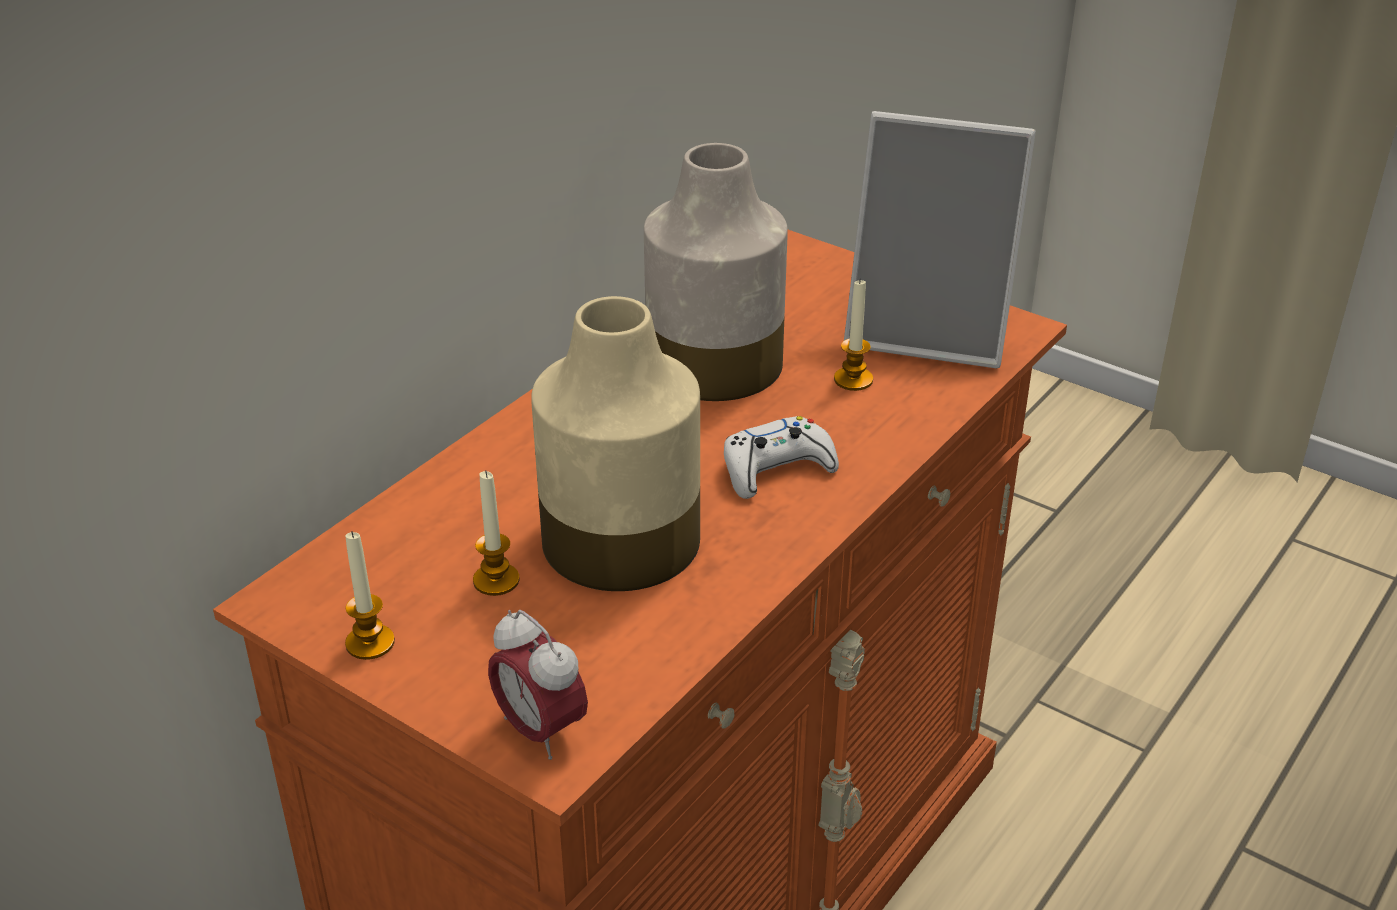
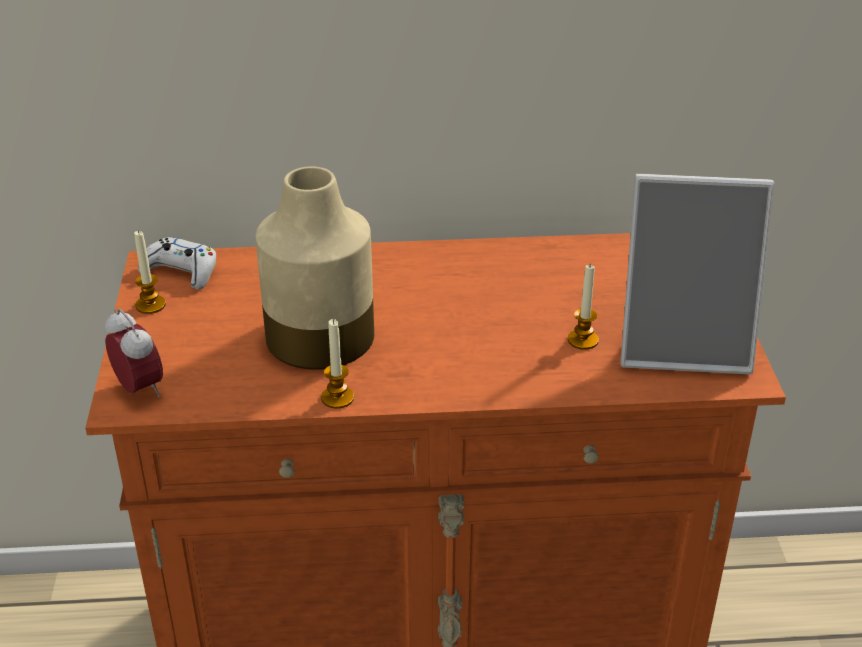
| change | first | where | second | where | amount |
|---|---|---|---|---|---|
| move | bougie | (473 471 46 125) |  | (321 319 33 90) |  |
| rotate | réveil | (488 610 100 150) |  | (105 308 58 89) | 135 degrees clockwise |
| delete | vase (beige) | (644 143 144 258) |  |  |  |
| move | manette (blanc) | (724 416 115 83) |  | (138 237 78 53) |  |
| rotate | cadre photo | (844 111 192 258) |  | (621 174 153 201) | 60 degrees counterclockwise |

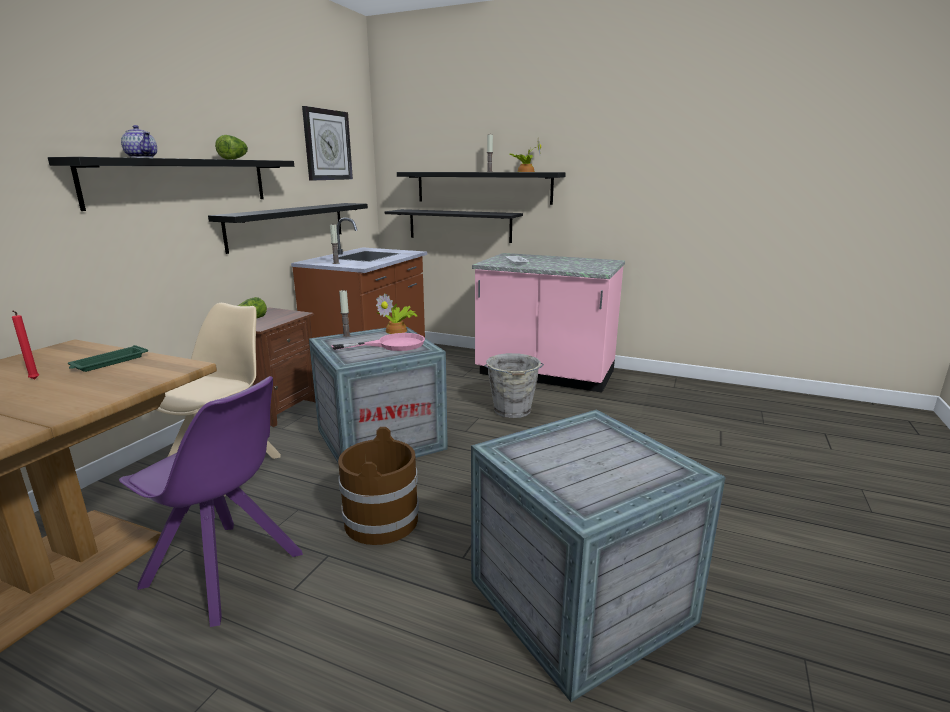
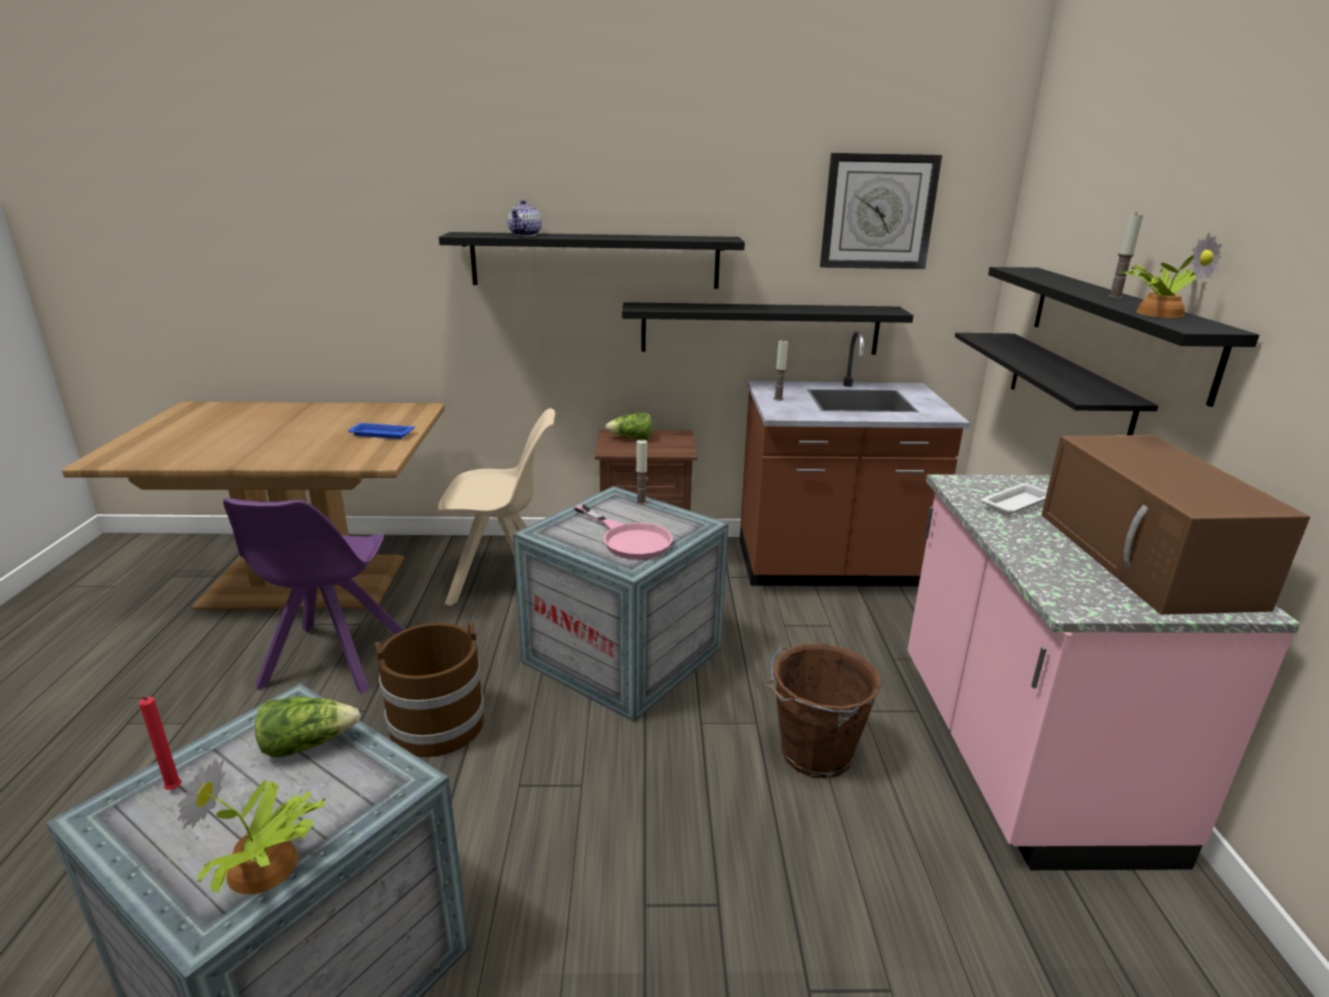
| change | first | where | second | where | amount |
|---|---|---|---|---|---|
| move | bougie (rouge) | (12 310 27 69) |  | (128 696 53 94) |  |
| recolor | plateau (vert) | (68 345 80 27) | plateau (bleu) | (348 423 67 16) |  |
| move | laitue | (215 135 33 25) |  | (255 697 106 60) |  |
| move | plante en pot | (376 293 42 41) |  | (177 759 149 135) |  |
| recolor | seau (gris) | (484 353 60 65) | seau (marron) | (767 644 115 135) |  |
| insert |  |  | micro-ondes (marron) | (1041 435 269 180) |  |

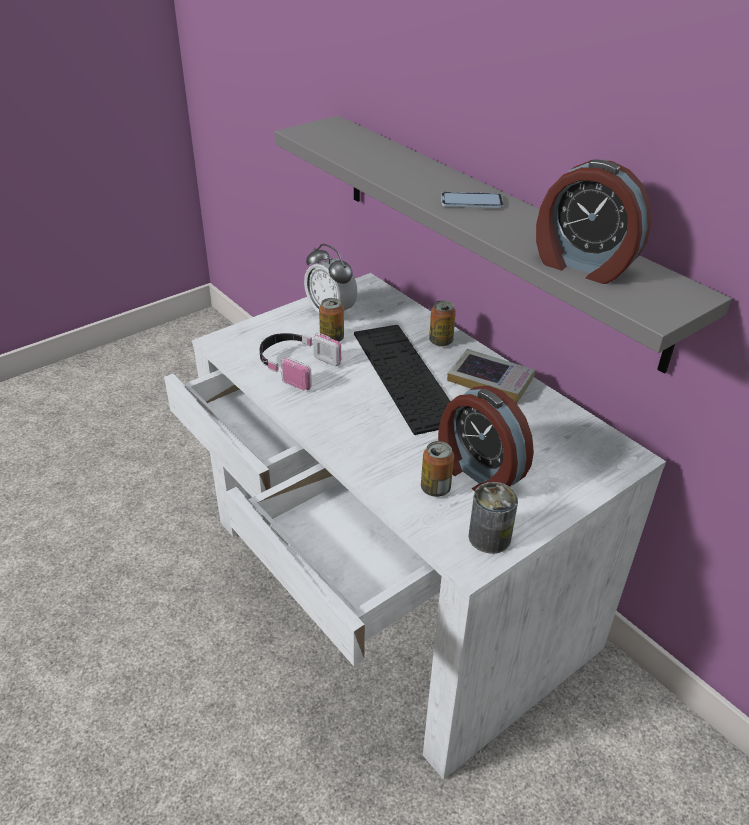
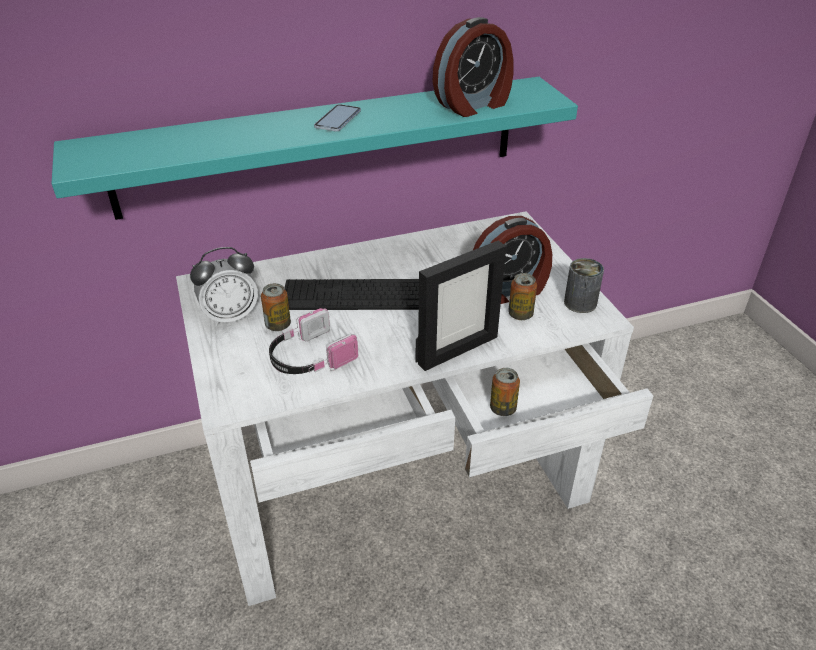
| change | first | where | second | where | amount |
|---|---|---|---|---|---|
| recolor | étagère (gris) | (274 115 458 259) | étagère (turquoise) | (52 77 526 143) |  |
| move | boîte métallique | (429 300 27 47) |  | (490 368 30 48) |  |
| delete | livre | (447 349 88 55) |  |  |  |
| insert |  |  | cadre photo | (416 240 90 131) |  |

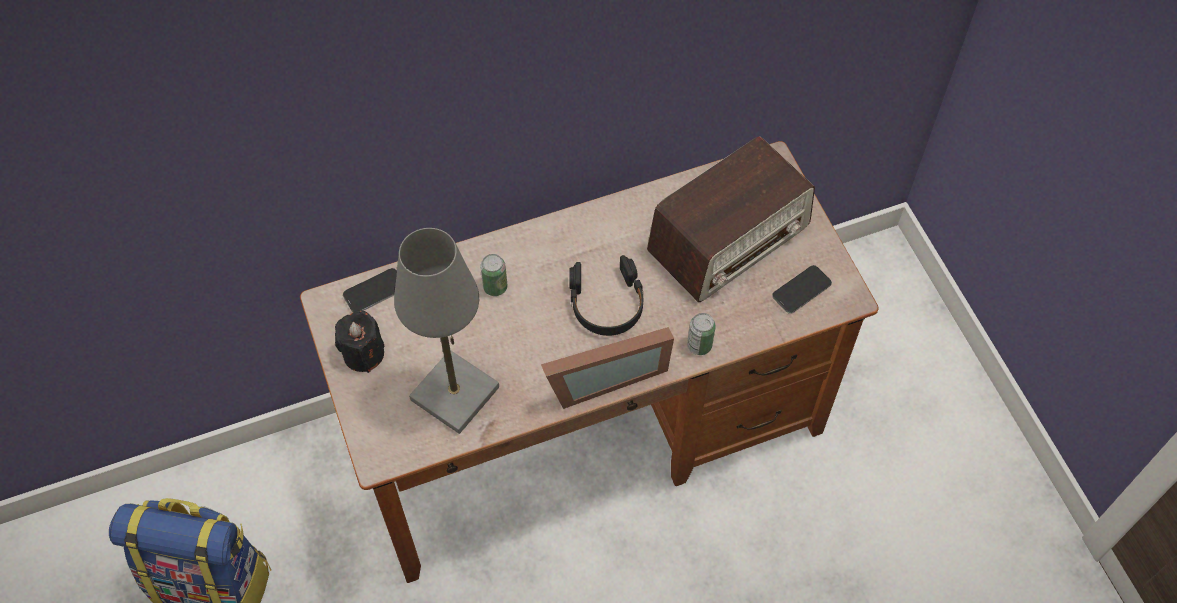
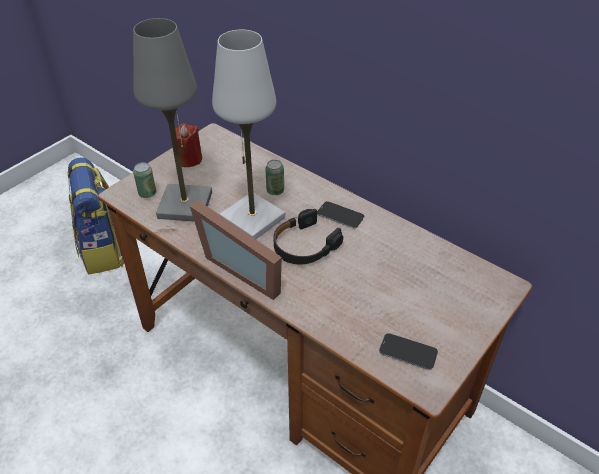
| change | first | where | second | where | amount |
|---|---|---|---|---|---|
| recolor | bougie (noir) | (335 310 49 63) | bougie (rouge) | (175 123 27 44) |  |
| move | téléphone | (343 268 54 44) |  | (317 201 47 27) |  |
| delete | radio | (647 136 168 166) |  |  |  |
| move | boîte métallique | (687 313 29 42) |  | (133 162 23 36) |  |
| insert |  |  | lampe de table (blanc) | (212 29 73 210) |  |

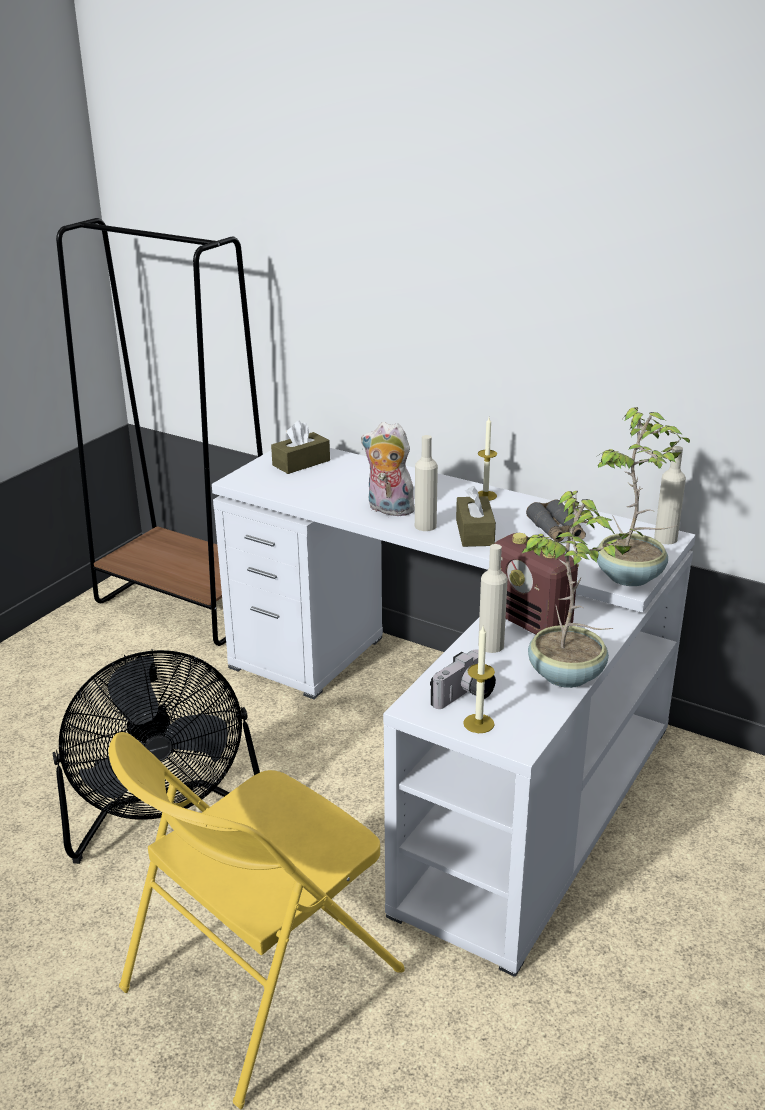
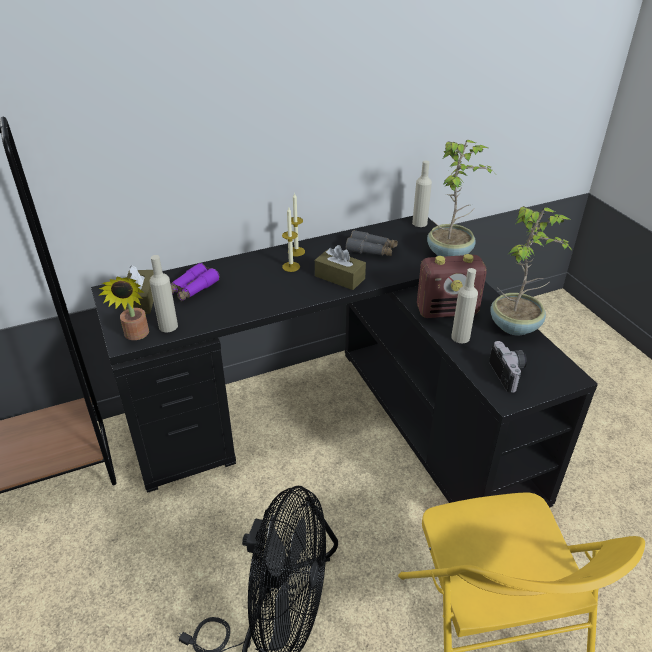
| change | first | where | second | where | amount |
|---|---|---|---|---|---|
| recolor | bureau (blanc) | (212 448 484 529) | bureau (noir) | (91 216 507 292) |  |
| delete | peluche | (361 422 54 94) |  |  |  |
| move | bouteille (beige) | (415 435 23 96) |  | (149 255 29 77) |  |
| move | bougie | (463 626 32 107) |  | (282 207 18 65) |  |
| insert |  |  | plante en pot | (99 276 50 64) |  |
| insert |  |  | jumelles (violet) | (170 263 50 39) |  |

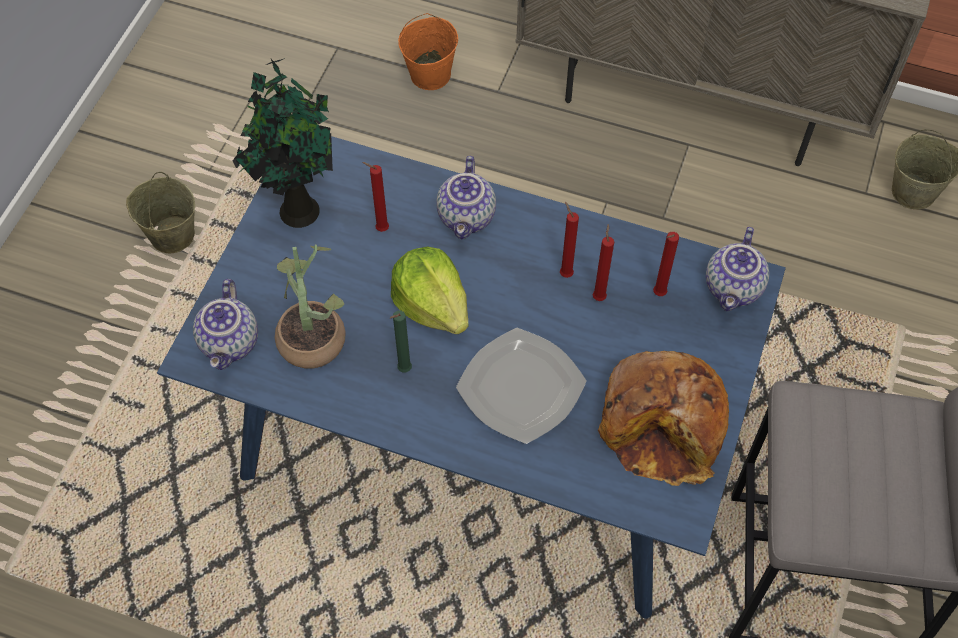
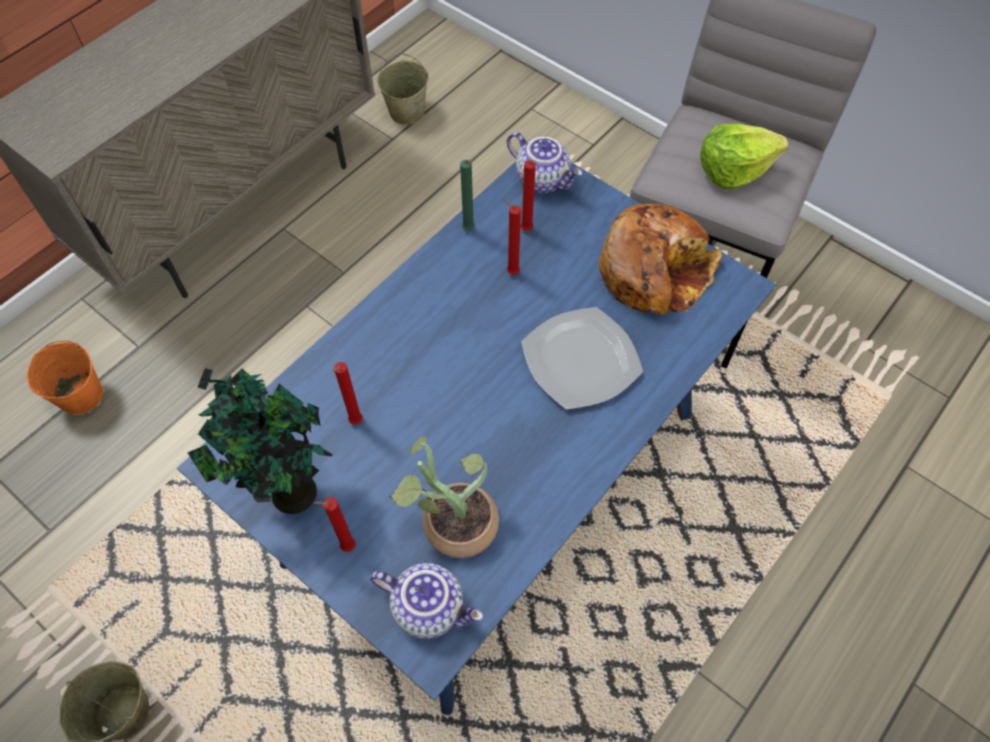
| change | first | where | second | where | amount |
|---|---|---|---|---|---|
| move | bougie (vert) | (390 311 22 62) |  | (460 160 15 71) |  |
| move | laitue | (391 246 77 88) |  | (700 124 88 65) |  |
| delete | théière | (436 156 60 83) |  |  |  |
| move | bougie (rouge) | (560 202 19 76) |  | (313 497 43 55) |  |

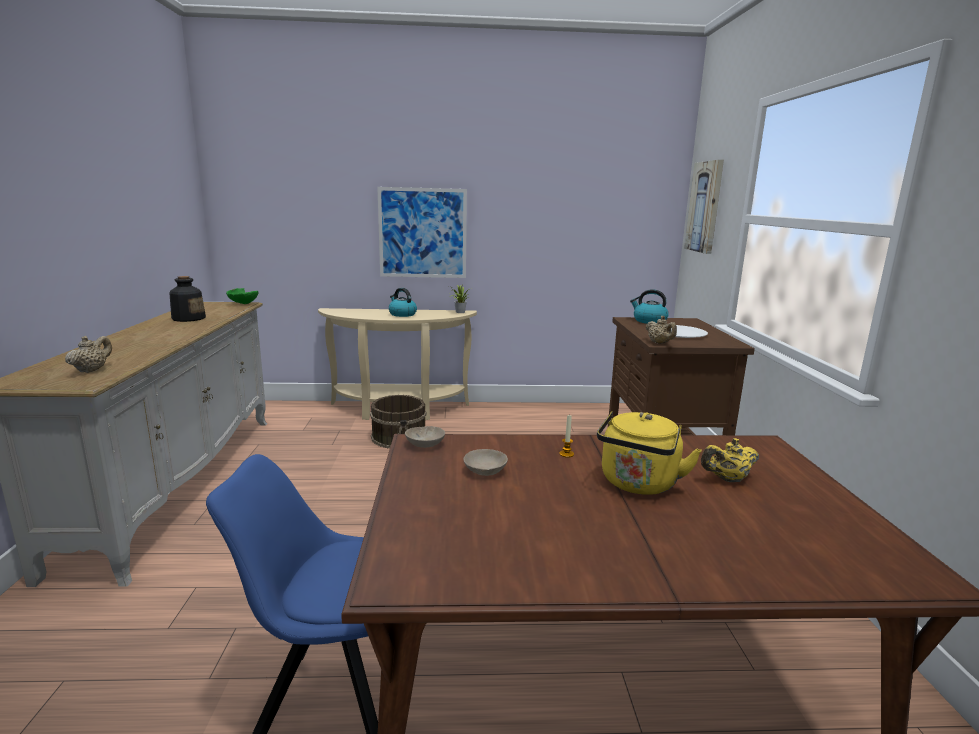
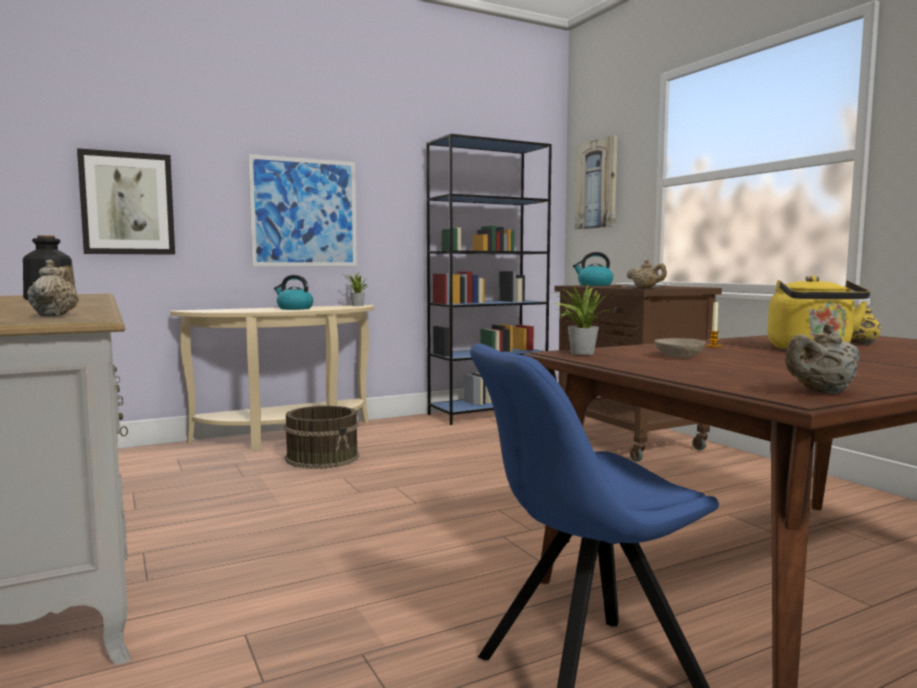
| change | first | where | second | where | amount |
|---|---|---|---|---|---|
| delete | bol (vert) | (226 288 33 16) |  |  |  |
| replace | bol (beige) | (405 426 40 22) | plante en pot | (553 284 56 71) |  |
| insert |  |  | tableau | (77 148 98 107) |  |
| insert |  |  | bibliothèque (bleu) | (426 134 126 291) |  |
| insert |  |  | théière (beige) | (785 323 74 71) |  |

